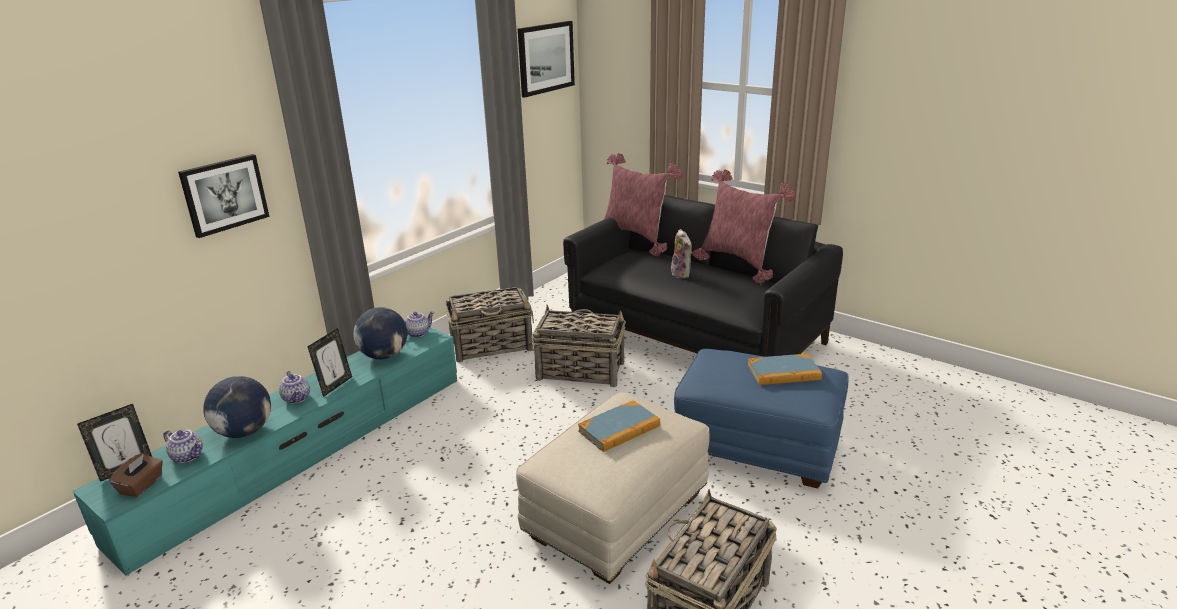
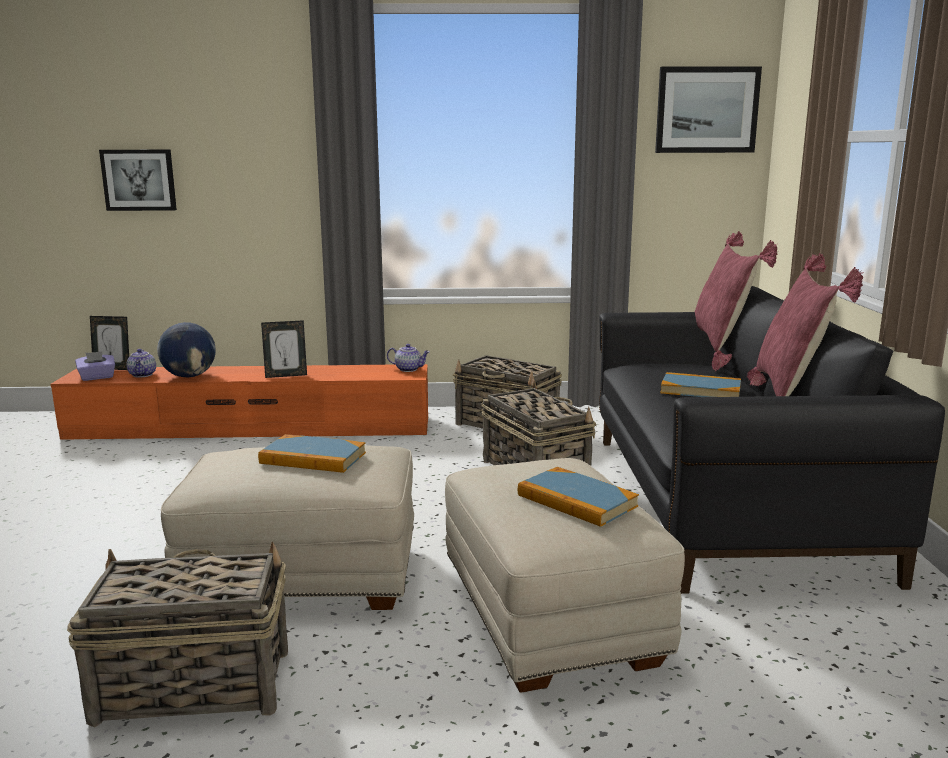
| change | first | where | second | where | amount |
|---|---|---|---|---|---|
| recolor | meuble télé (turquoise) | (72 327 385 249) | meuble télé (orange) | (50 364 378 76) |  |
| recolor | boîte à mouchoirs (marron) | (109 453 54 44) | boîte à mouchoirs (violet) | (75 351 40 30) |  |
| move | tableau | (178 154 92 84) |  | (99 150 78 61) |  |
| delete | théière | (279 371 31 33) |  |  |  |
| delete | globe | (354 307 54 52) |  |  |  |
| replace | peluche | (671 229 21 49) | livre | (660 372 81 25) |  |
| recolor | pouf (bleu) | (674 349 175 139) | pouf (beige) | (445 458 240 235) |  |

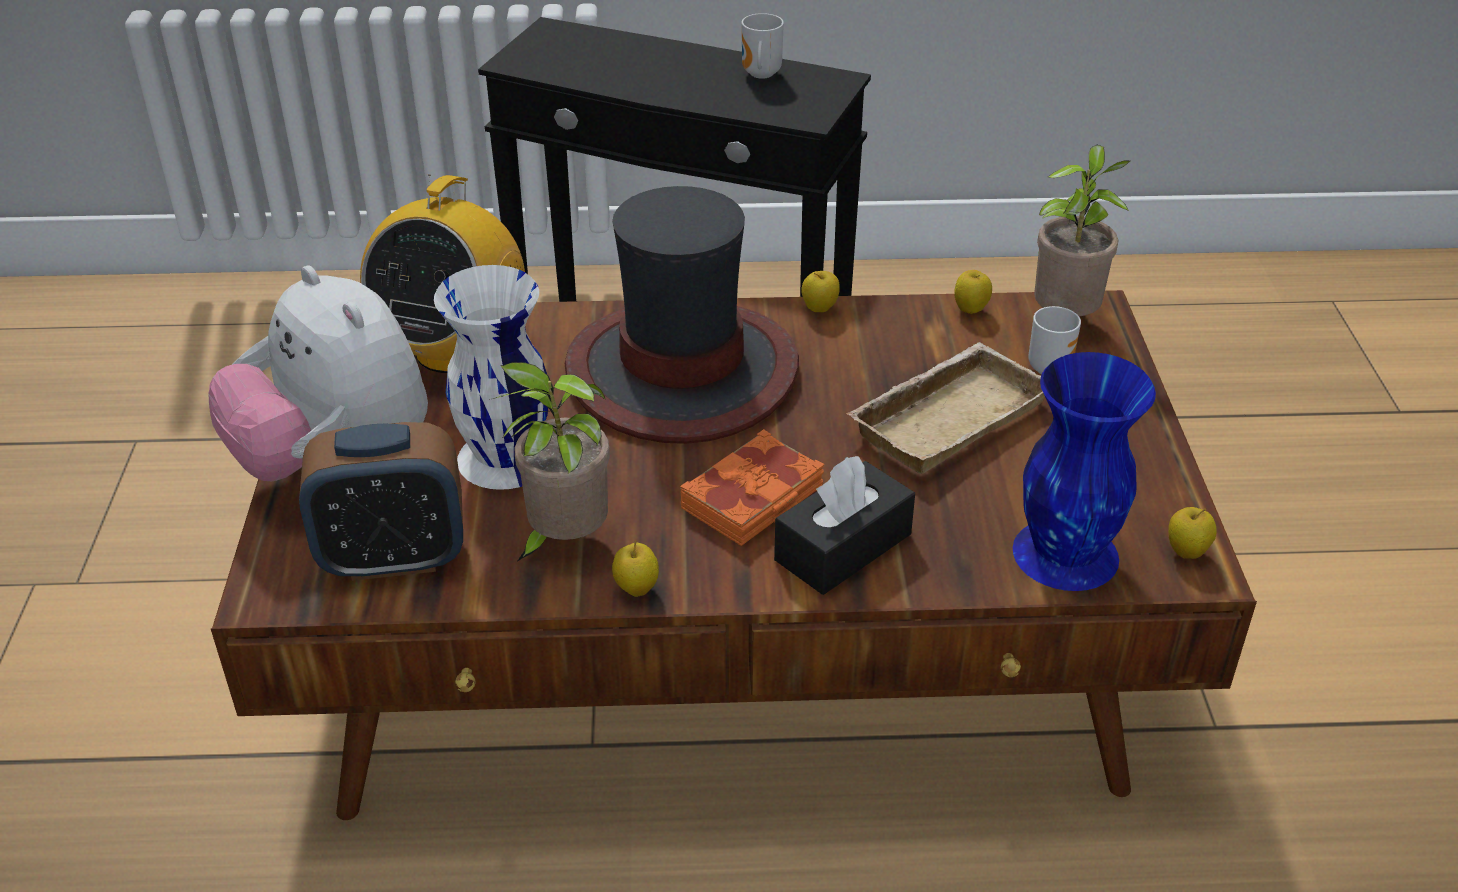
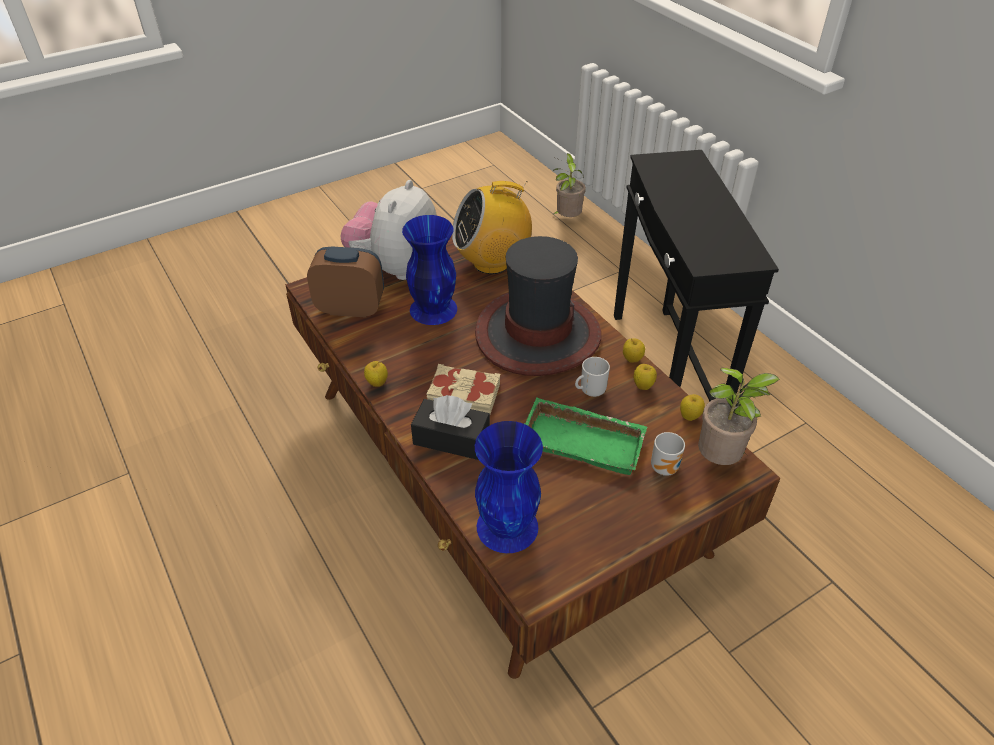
| change | first | where | second | where | amount |
|---|---|---|---|---|---|
| rotate | réveil | (299 422 164 159) |  | (307 247 77 71) | 135 degrees clockwise |
| recolor | vase (blanc) | (434 265 114 225) | vase (bleu) | (402 215 55 110) |  |
| move | plante en pot | (489 362 121 199) |  | (553 153 33 64) |  |
| recolor | livre (orange) | (680 429 144 117) | livre (beige) | (426 364 74 50) |  |
| move | mug | (742 13 42 66) |  | (575 357 35 40) |  |
| recolor | plateau (beige) | (846 342 199 132) | plateau (vert) | (524 397 123 78) |  |
| move | pomme | (1168 507 49 52) |  | (634 364 23 26) |  |

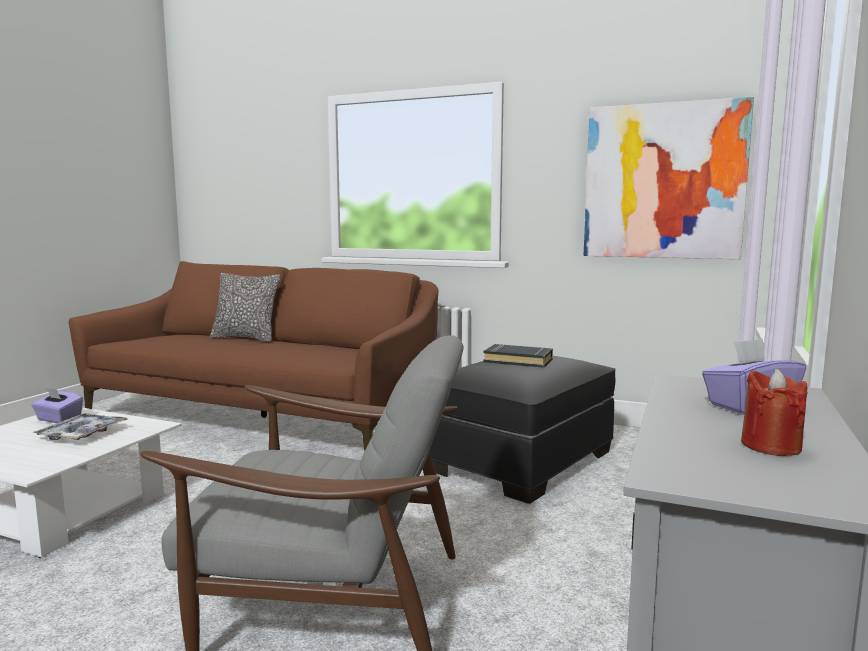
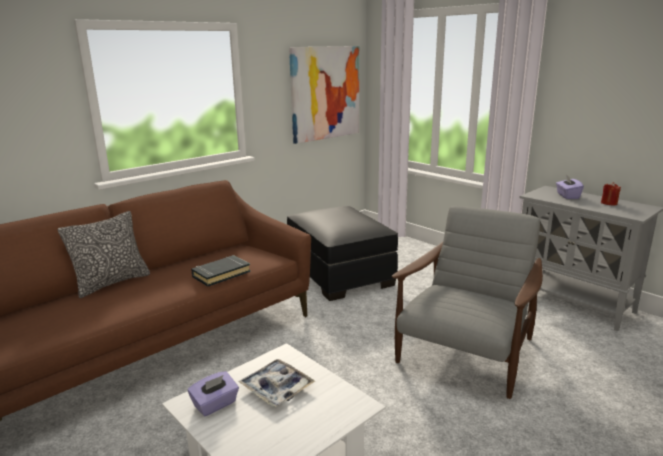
| change | first | where | second | where | amount |
|---|---|---|---|---|---|
| move | livre (noir) | (483 344 70 24) |  | (191 255 60 32) |  |

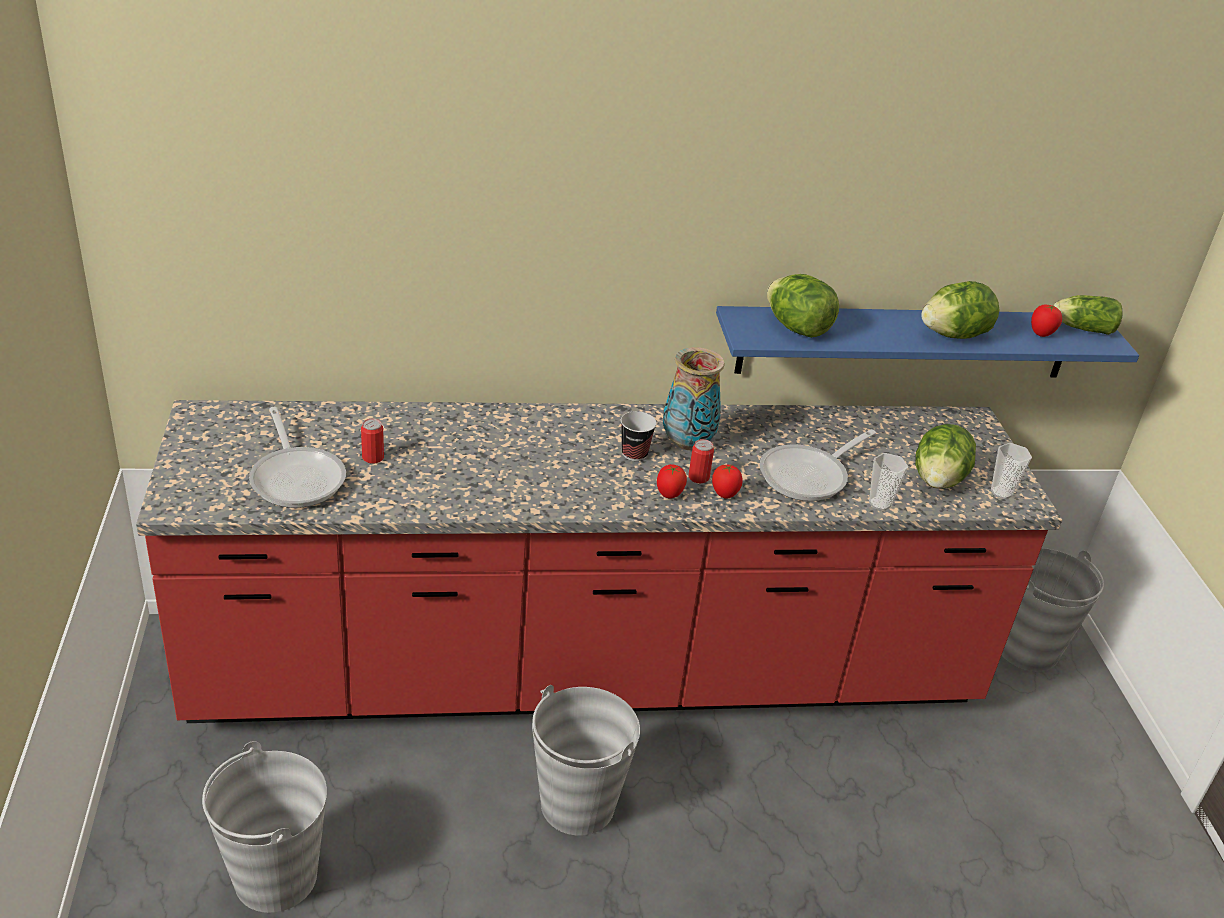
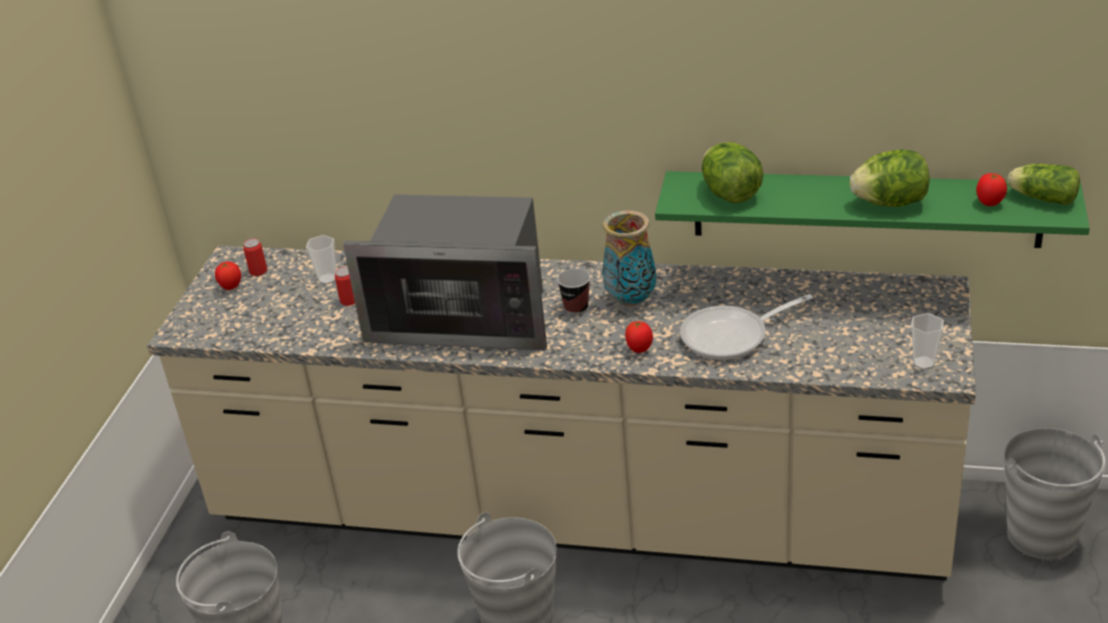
| change | first | where | second | where | amount |
|---|---|---|---|---|---|
| recolor | comptoir de cuisine (rouge) | (136 400 926 323) | comptoir de cuisine (beige) | (147 246 829 335) |  |
| delete | poêle | (249 407 97 101) |  |  |  |
| move | tomate | (657 464 30 35) |  | (215 261 26 29) |  |
| move | boîte métallique | (688 439 26 44) |  | (243 238 24 38) |  |
| recolor | étagère (bleu) | (716 306 423 72) | étagère (vert) | (655 171 435 77) |  |
| move | tasse | (869 453 39 58) |  | (306 235 30 50) |  |
| delete | laitue | (915 424 61 65) |  |  |  |
| insert |  |  | micro-ondes | (343 195 204 155) |  |

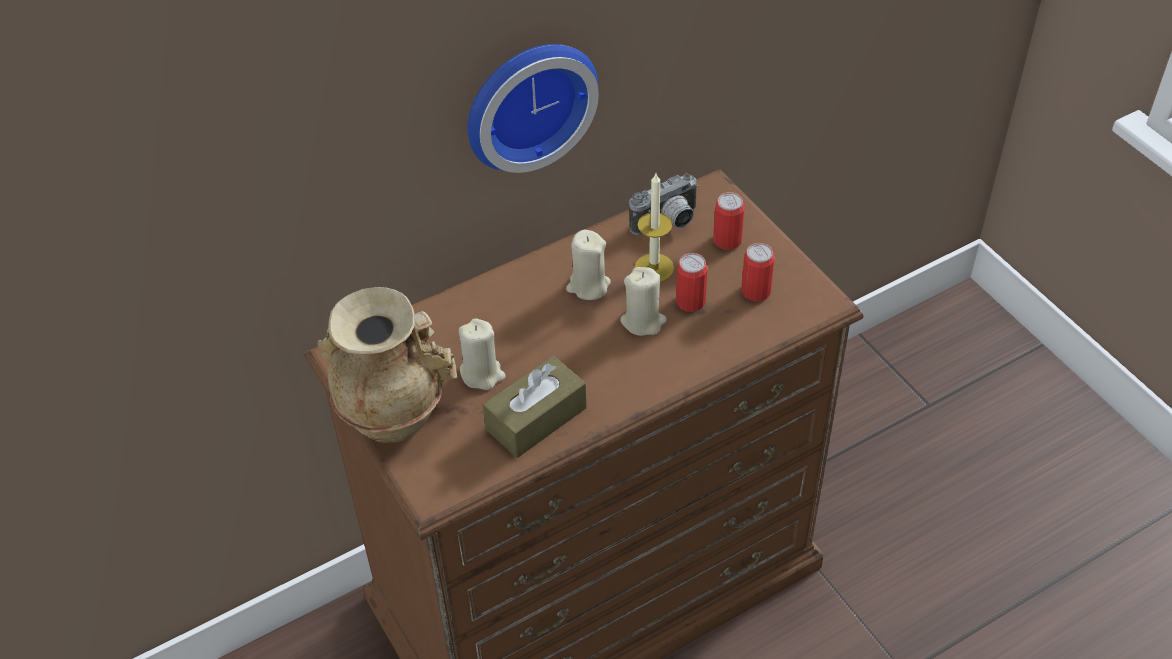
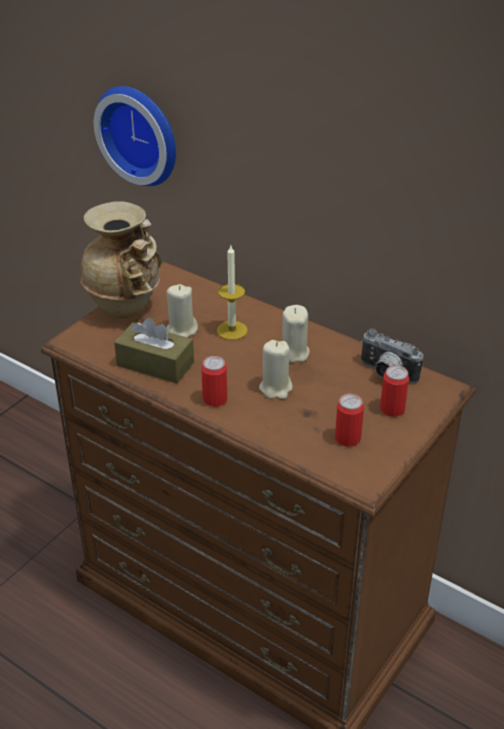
| change | first | where | second | where | amount |
|---|---|---|---|---|---|
| move | horloge murale | (468 44 131 129) |  | (94 86 82 100) |  |
| move | bougie | (634 173 40 109) |  | (217 246 31 94) |  |
| move | boîte métallique | (676 253 32 59) |  | (201 356 26 51) |  |

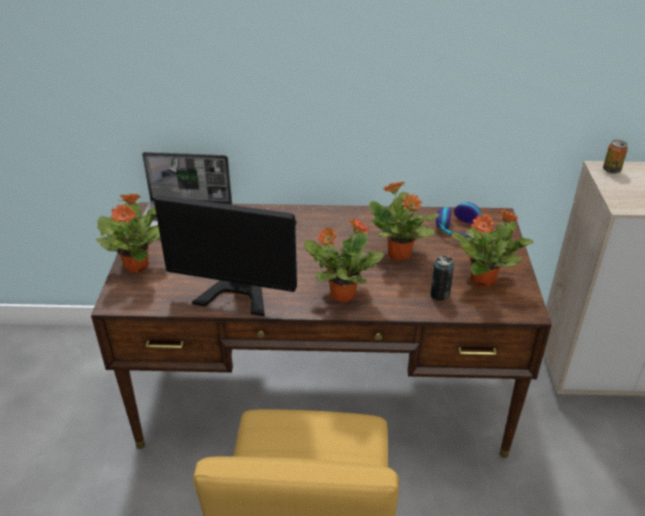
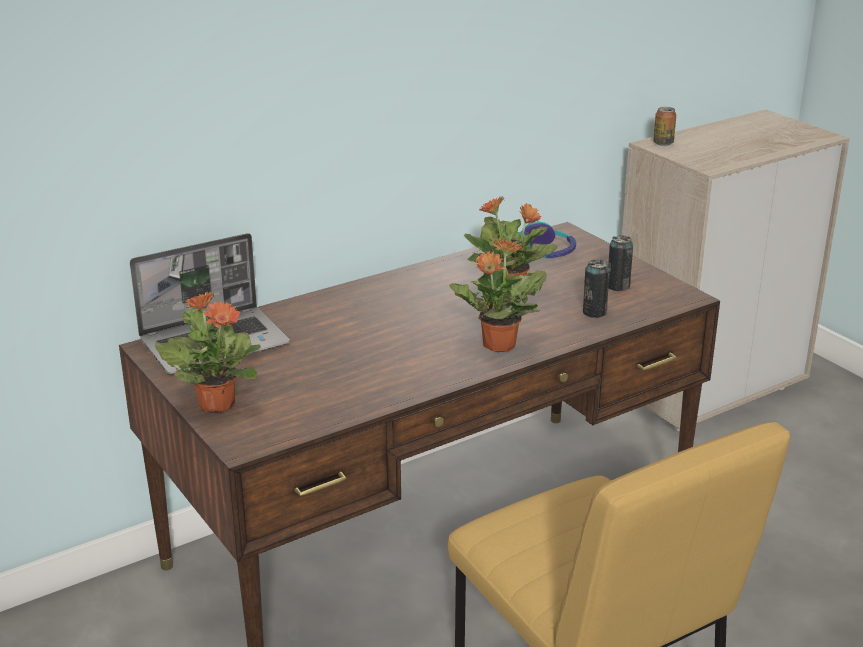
| change | first | where | second | where | amount |
|---|---|---|---|---|---|
| delete | écran d'ordinateur | (154 195 143 121) |  |  |  |
| replace | plante en pot | (452 208 81 79) | boîte métallique | (608 235 25 56) |  |

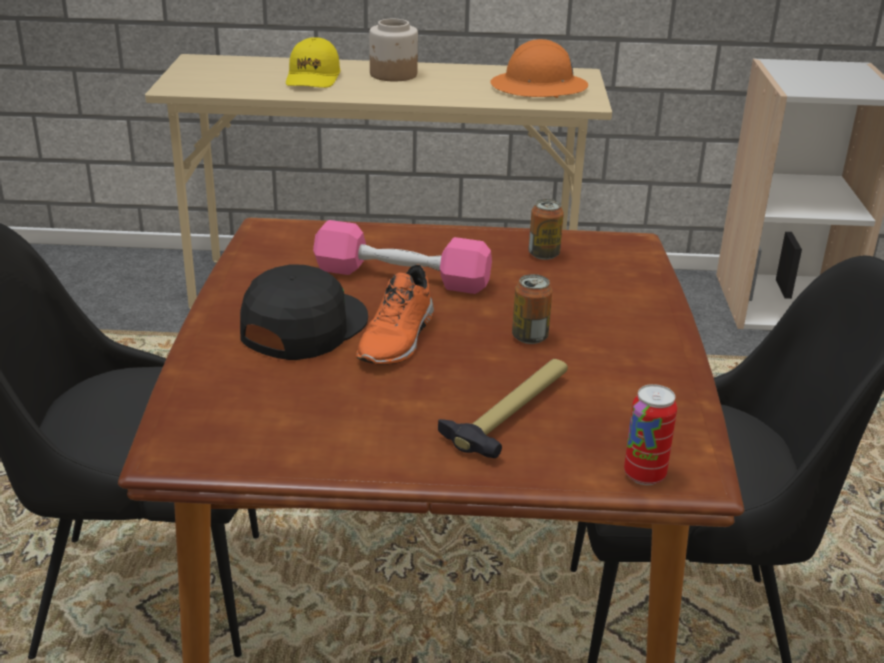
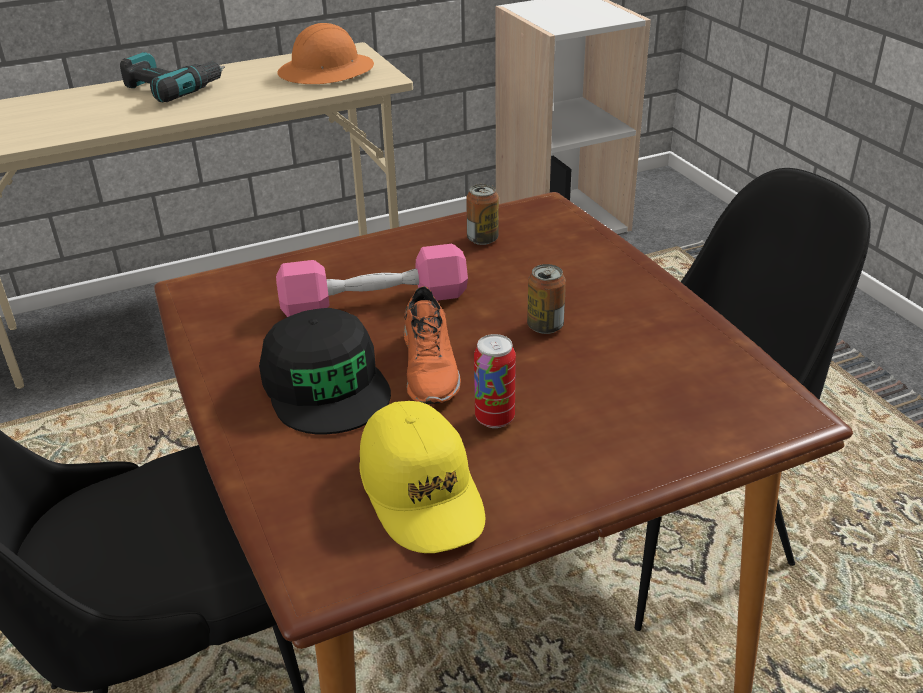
| change | first | where | second | where | amount |
|---|---|---|---|---|---|
| rotate | casquette (noir) | (240 264 128 96) |  | (259 308 132 126) | 150 degrees clockwise |
| move | casquette (jaune) | (286 37 54 51) |  | (359 401 126 152) |  |
| replace | bocal | (369 19 49 62) | perceuse | (120 52 105 51) |  |
| delete | marteau | (438 359 130 99) |  |  |  |
| move | boîte métallique | (624 384 53 101) |  | (474 334 42 94) |  |

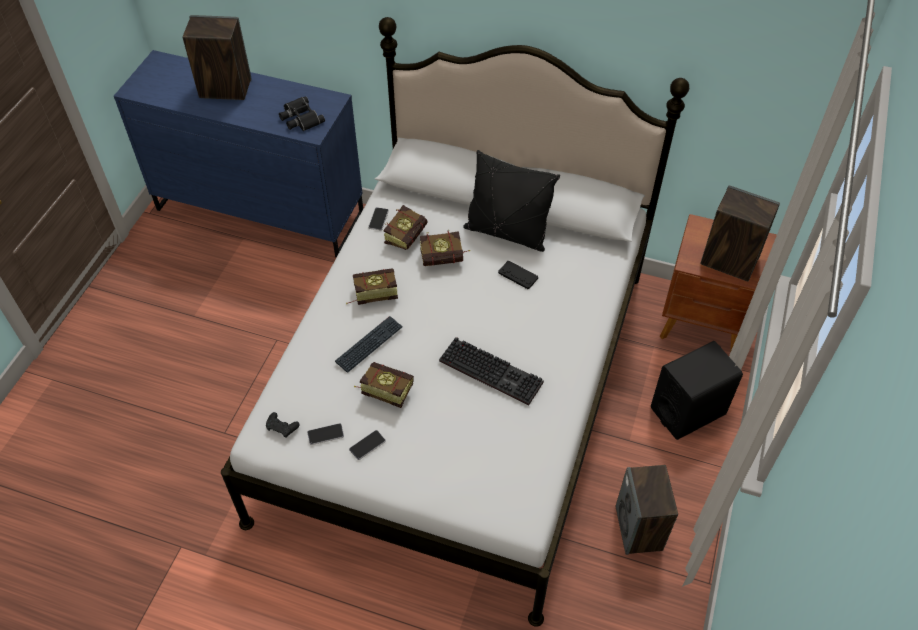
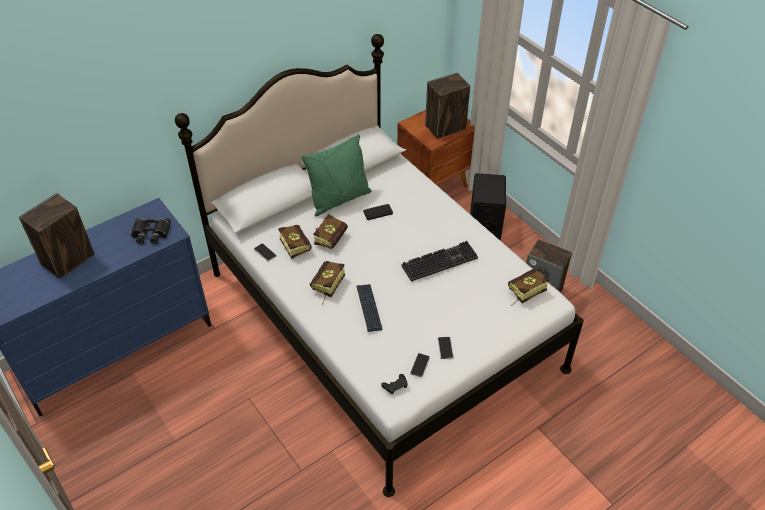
| change | first | where | second | where | amount |
|---|---|---|---|---|---|
| move | livre | (354 362 60 46) |  | (508 269 41 37) |  |
| recolor | coussin (noir) | (463 150 97 102) | coussin (vert) | (301 134 70 83) |  |

